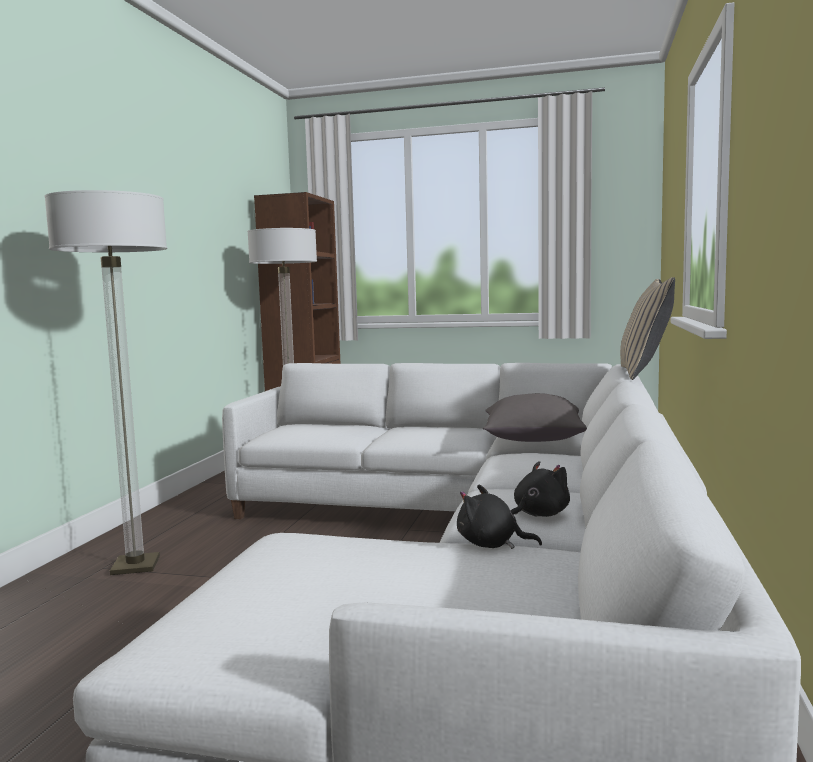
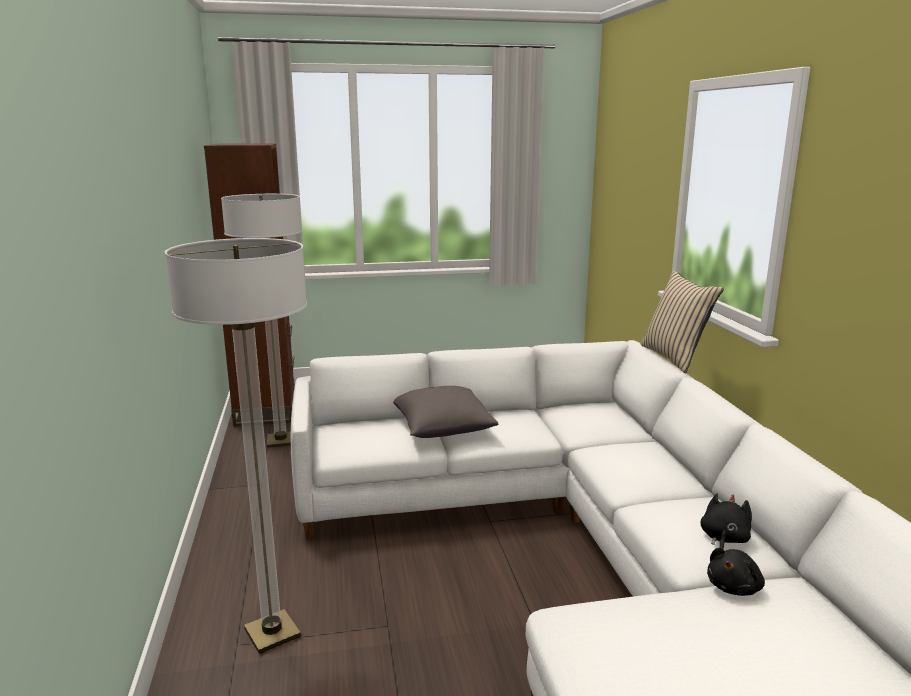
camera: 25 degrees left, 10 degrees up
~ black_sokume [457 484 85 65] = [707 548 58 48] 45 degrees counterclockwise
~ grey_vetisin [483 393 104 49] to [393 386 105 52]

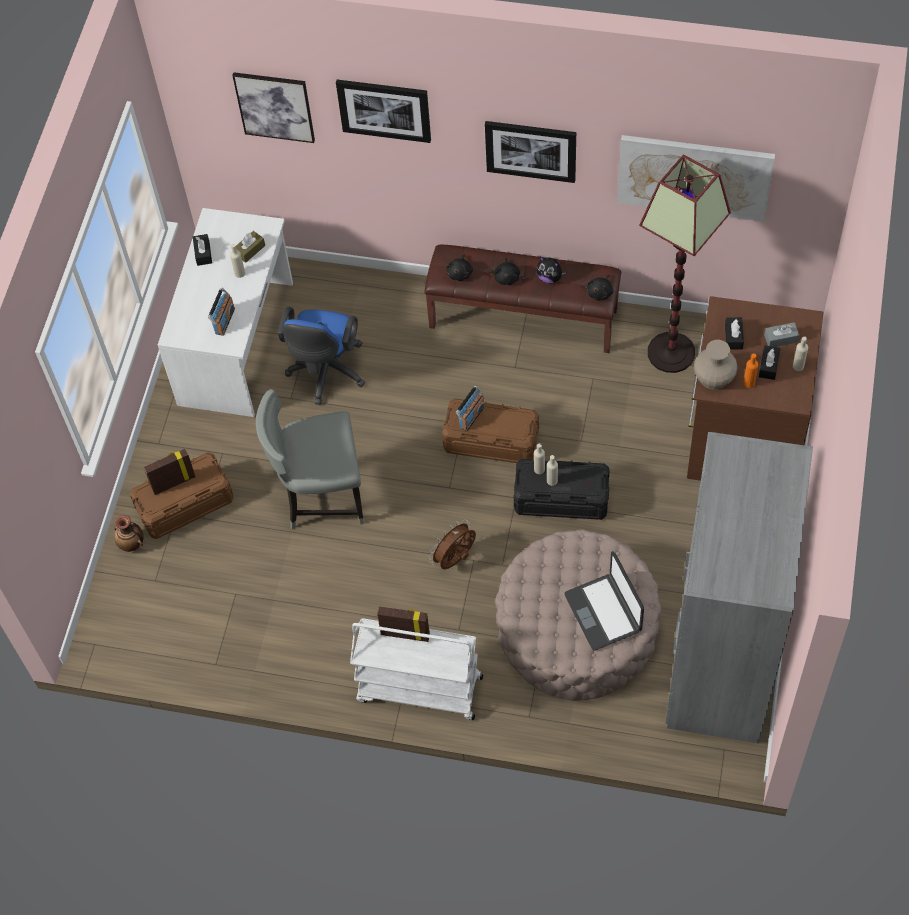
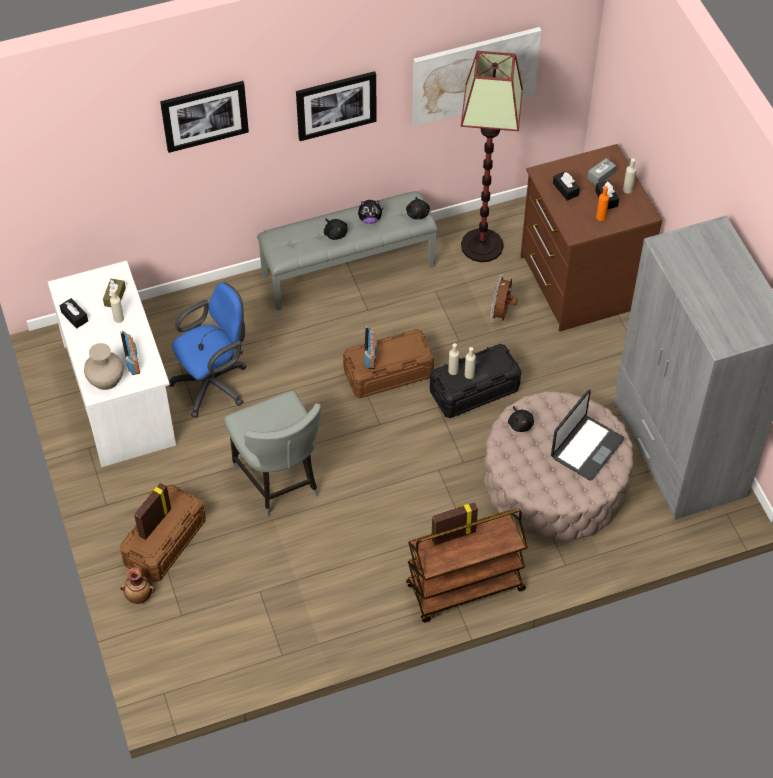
camera: 35 degrees left, 5 degrees down
- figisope [232 72 83 71]
~ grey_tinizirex [256 389 108 140] = [224 390 97 126] 75 degrees counterclockwise
~ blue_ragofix [277 307 88 98] = [168 282 78 136] 105 degrees counterclockwise
~ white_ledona [350 618 133 102] to brown_ledona [406 509 122 113]
~ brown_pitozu [424 245 197 108] to grey_pitozu [257 191 181 120]
~ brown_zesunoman [429 520 47 49] to [490 274 27 48]
~ black_sokume [447 255 26 26] to [508 406 26 26]
~ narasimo [565 551 79 99] = [551 390 73 91] 90 degrees counterclockwise
~ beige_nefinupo [694 340 43 50] to [84 343 40 47]

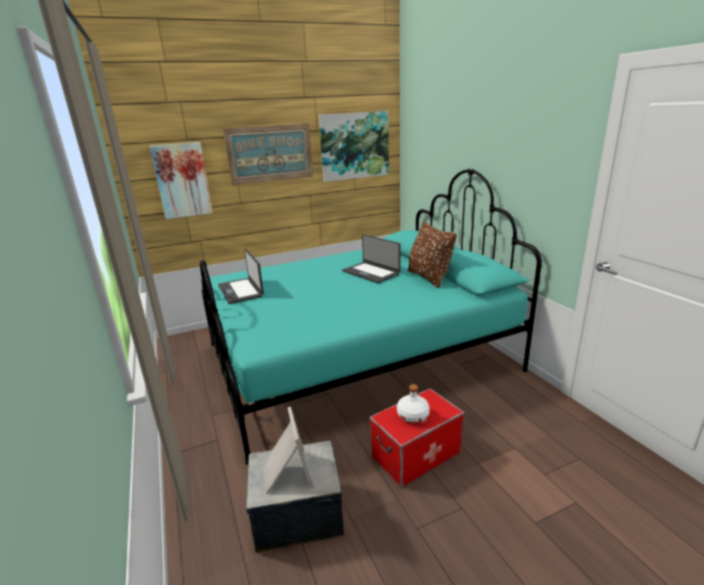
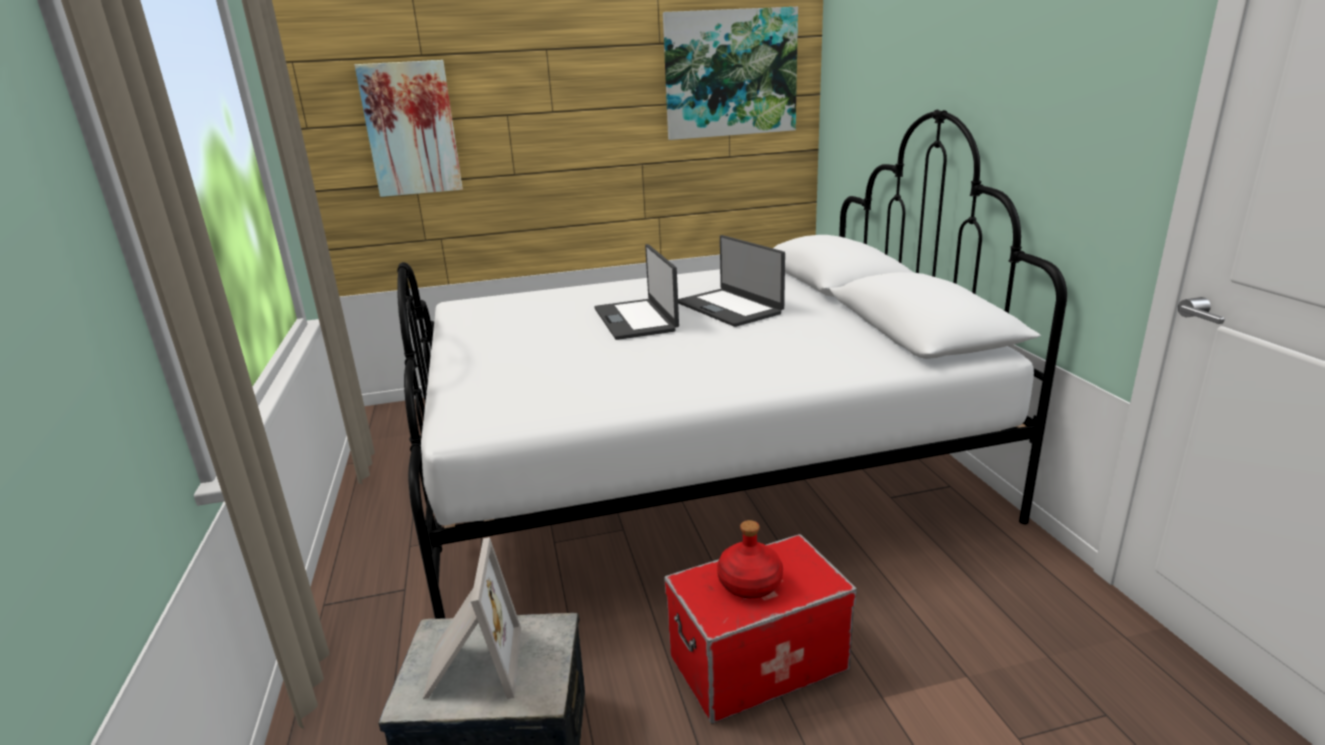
camera: 10 degrees right, 0 degrees up
~ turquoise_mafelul [200 169 342 296] to white_mafelul [397 110 670 509]
~ narasimo [218 249 46 55] to [594 244 85 96]
- figisope [223 123 90 62]
~ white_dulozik [397 384 33 39] to red_dulozik [717 520 66 78]
- brown_vetisin [408 222 49 66]

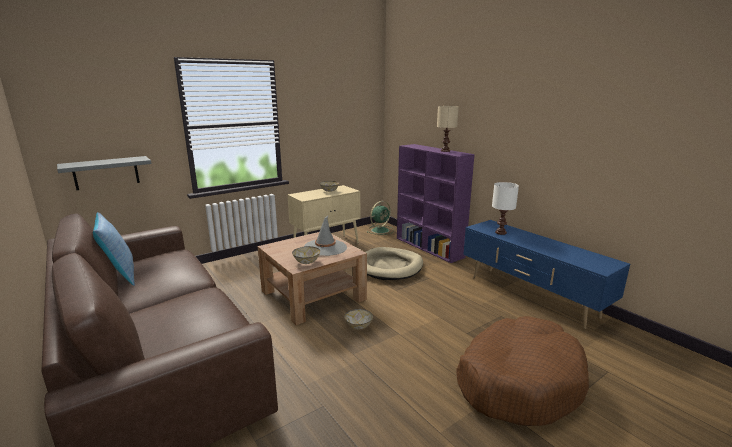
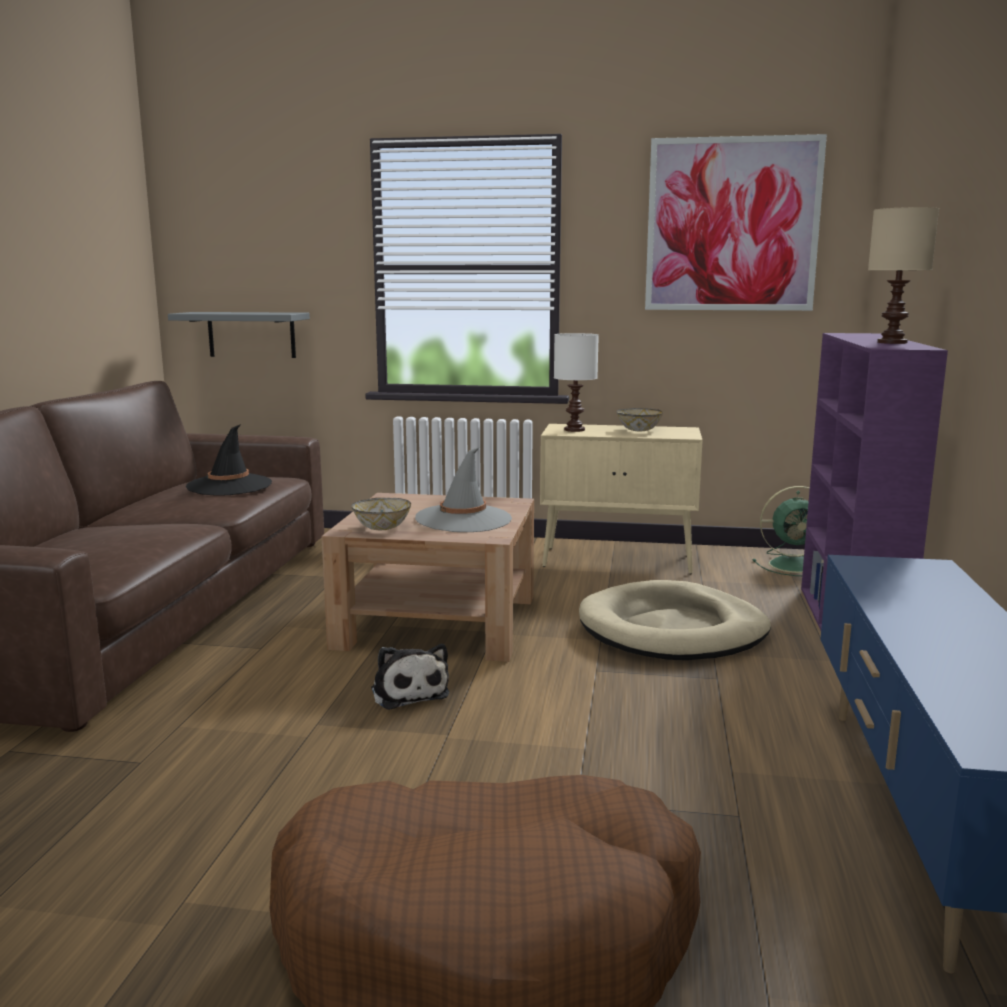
camera: 45 degrees right, 5 degrees down
- vetisin [93 212 42 74]
~ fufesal [344 309 29 20] to sokume [371 644 78 66]
~ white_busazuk [492 182 27 53] to [554 333 45 99]
+ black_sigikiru [186 424 86 71]
+ figisope [645 134 182 177]

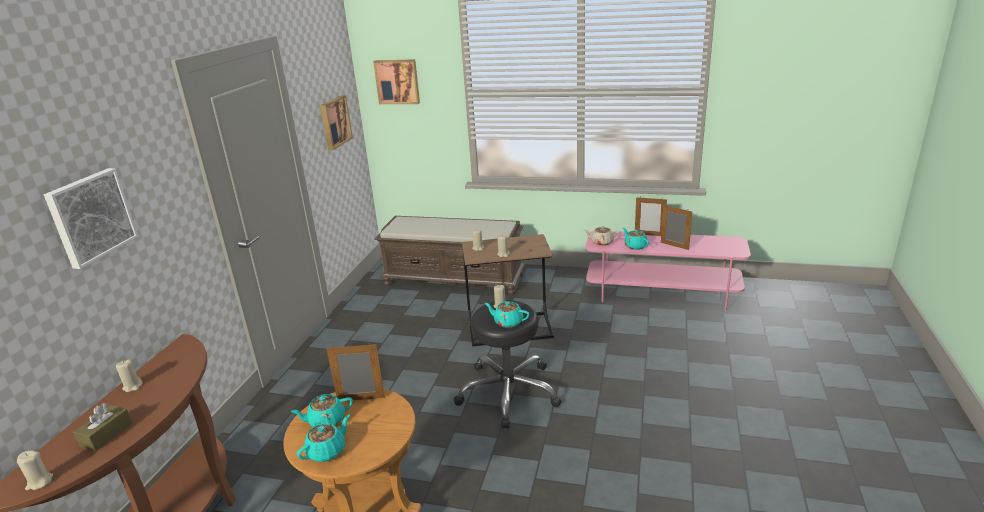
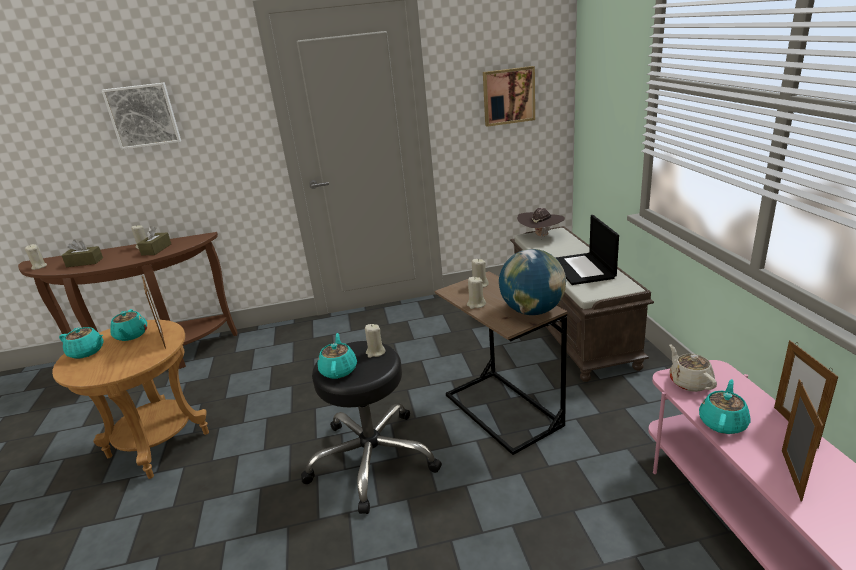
camera: 65 degrees right, 0 degrees up
~ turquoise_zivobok [290 394 63 33] = [110 309 38 32] 150 degrees counterclockwise
- figisope [373 59 47 45]
+ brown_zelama [137 226 34 29]
+ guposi [499 249 67 66]
+ brown_sigikiru [517 208 48 31]
+ narasimo [556 215 63 70]

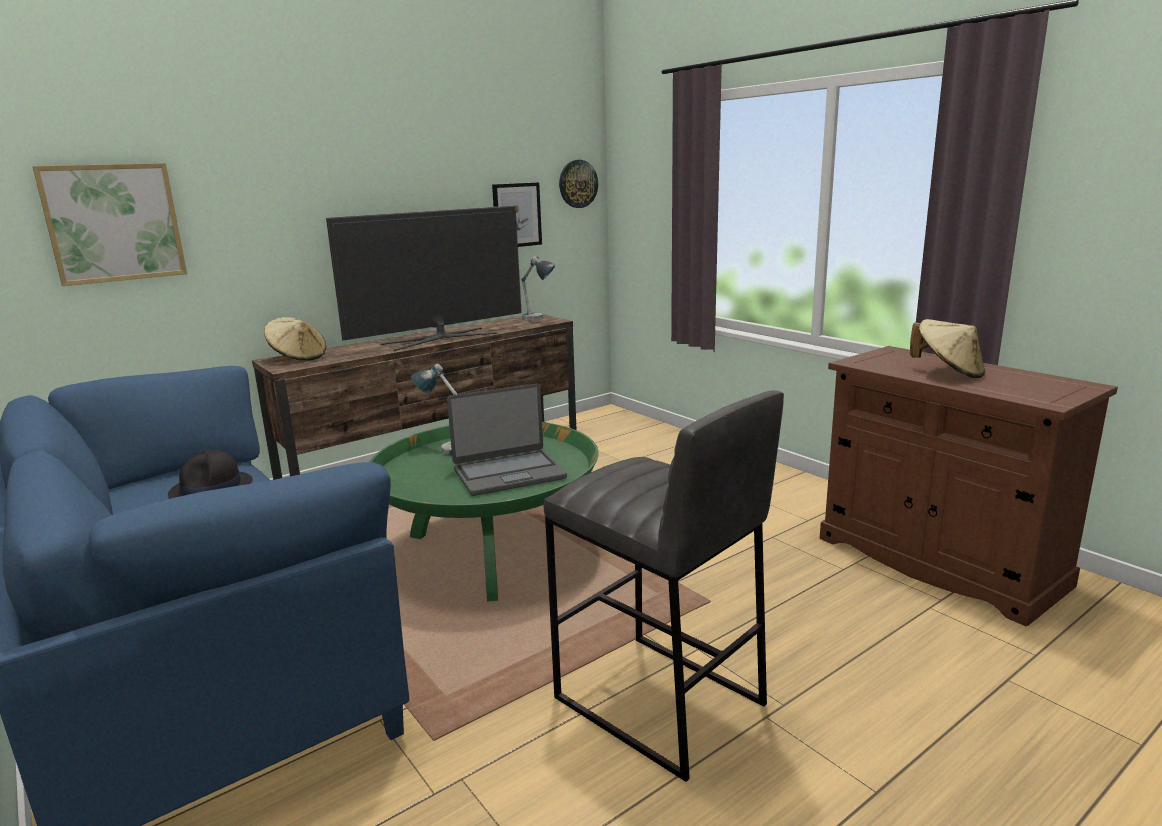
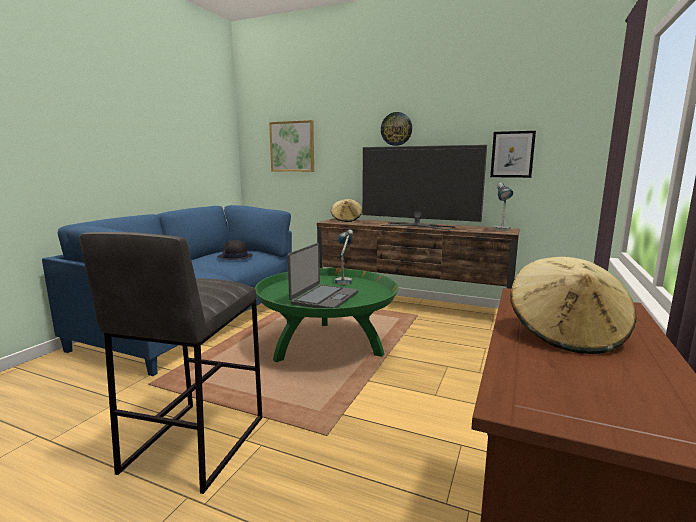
camera: 60 degrees right, 5 degrees down
~ narasimo [447 383 120 113] = [288 243 70 65] 105 degrees counterclockwise
~ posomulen [559 160 39 48] to [381 112 31 34]

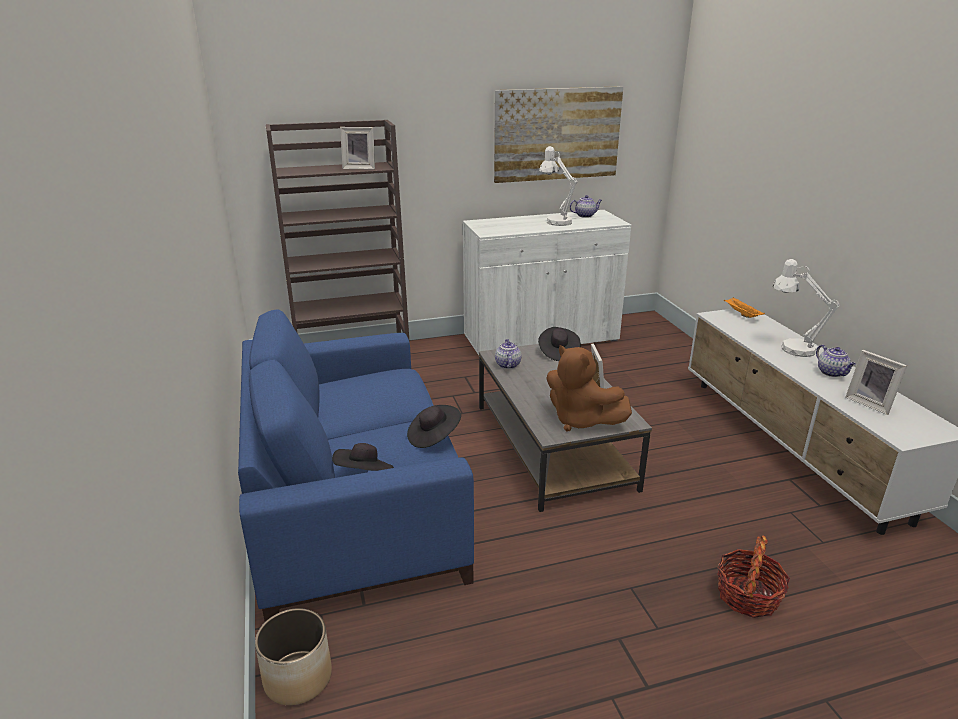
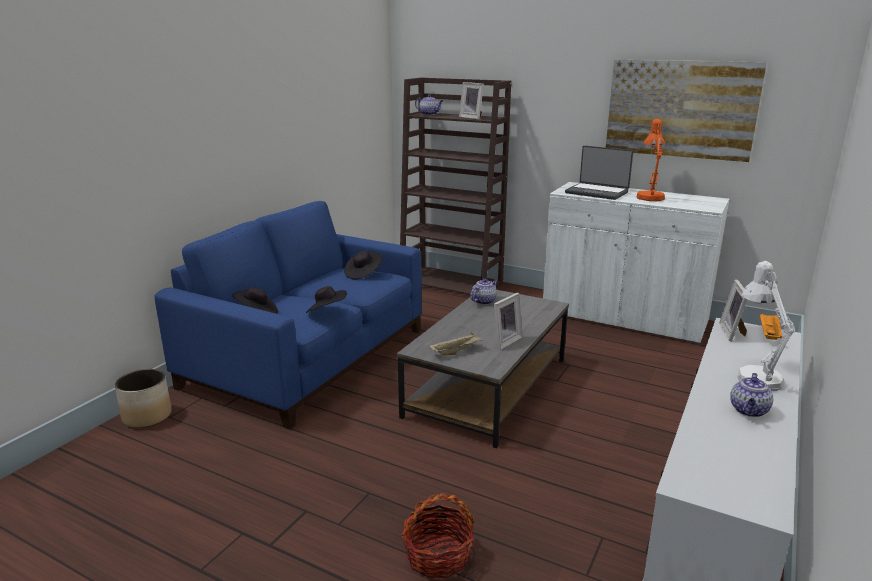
camera: 45 degrees right, 5 degrees down
~ black_sigikiru [538 327 43 34] to [344 251 39 28]
~ white_busazuk [539 146 38 80] to orange_busazuk [637 118 28 83]
~ brown_sokume [546 345 86 86] to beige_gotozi [429 332 55 23]
~ zivobok [569 195 33 23] to [415 94 28 21]
~ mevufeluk [846 350 61 65] to [719 279 28 62]
+ narasimo [565 145 68 55]

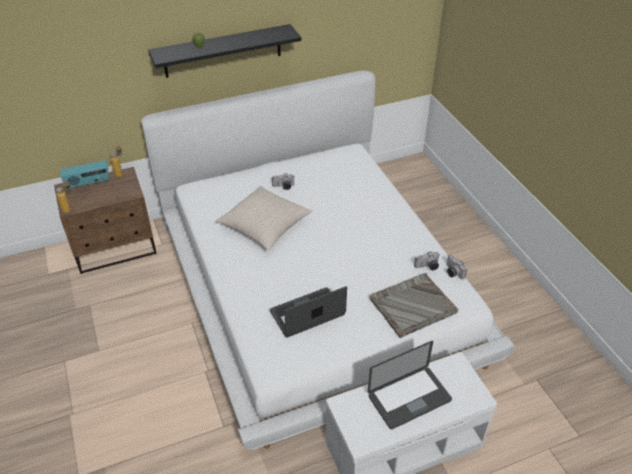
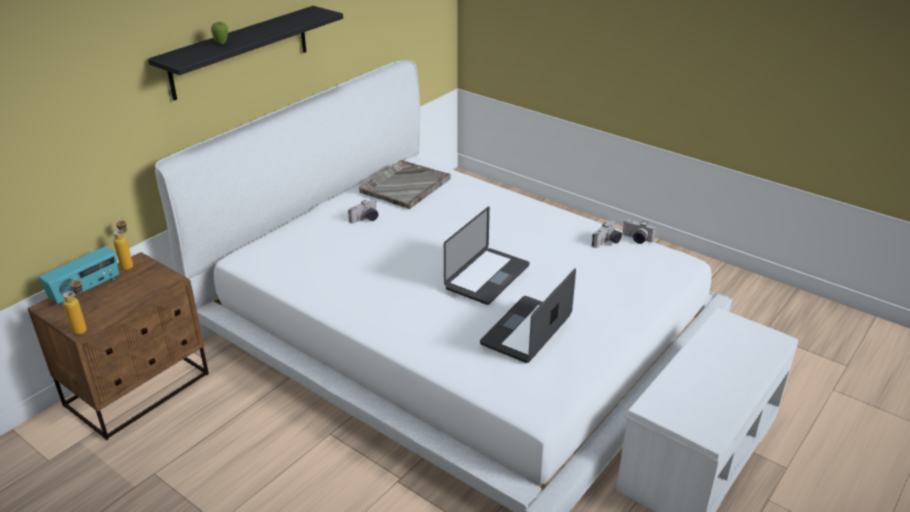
camera: 30 degrees left, 10 degrees down
- beige_vetisin [215 186 97 64]
~ narasimo [367 341 85 88] to [444 207 85 98]
~ grey_gotozi [370 273 88 65] to [359 160 92 49]

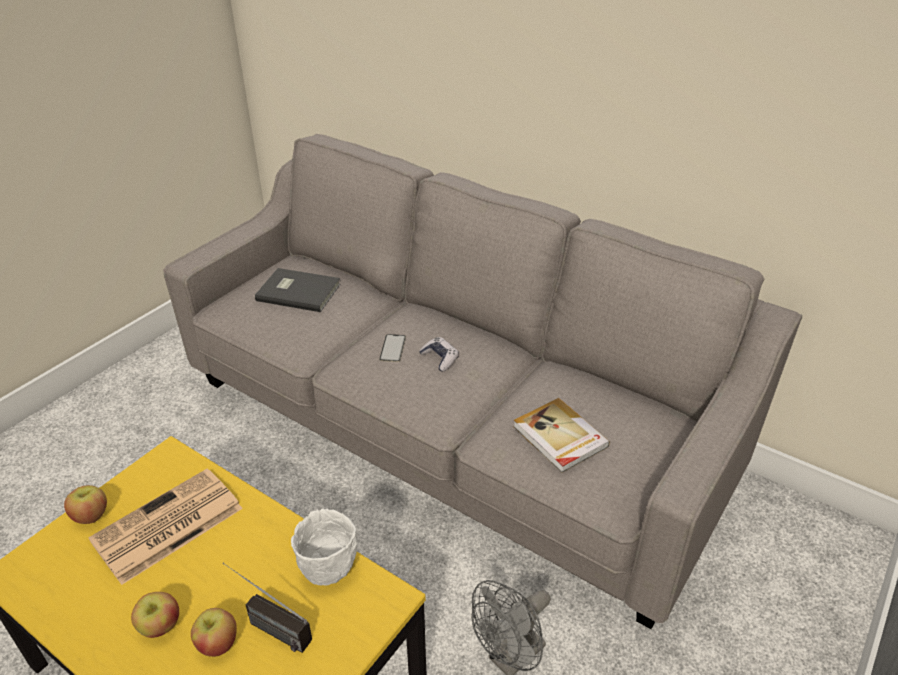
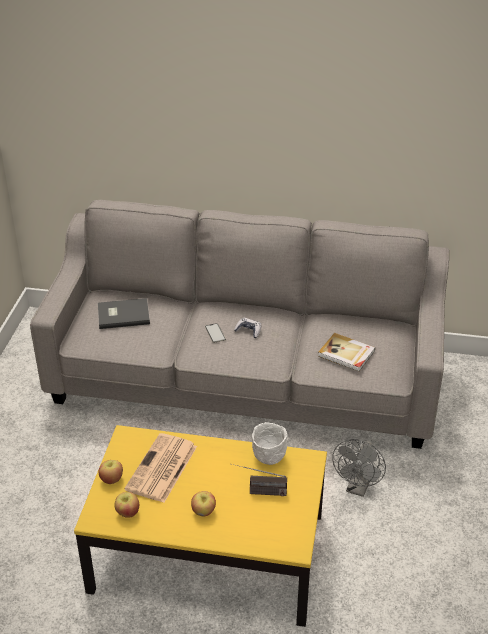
camera: 25 degrees left, 0 degrees up
~ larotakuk [191 608 46 49] to [114 492 25 26]

